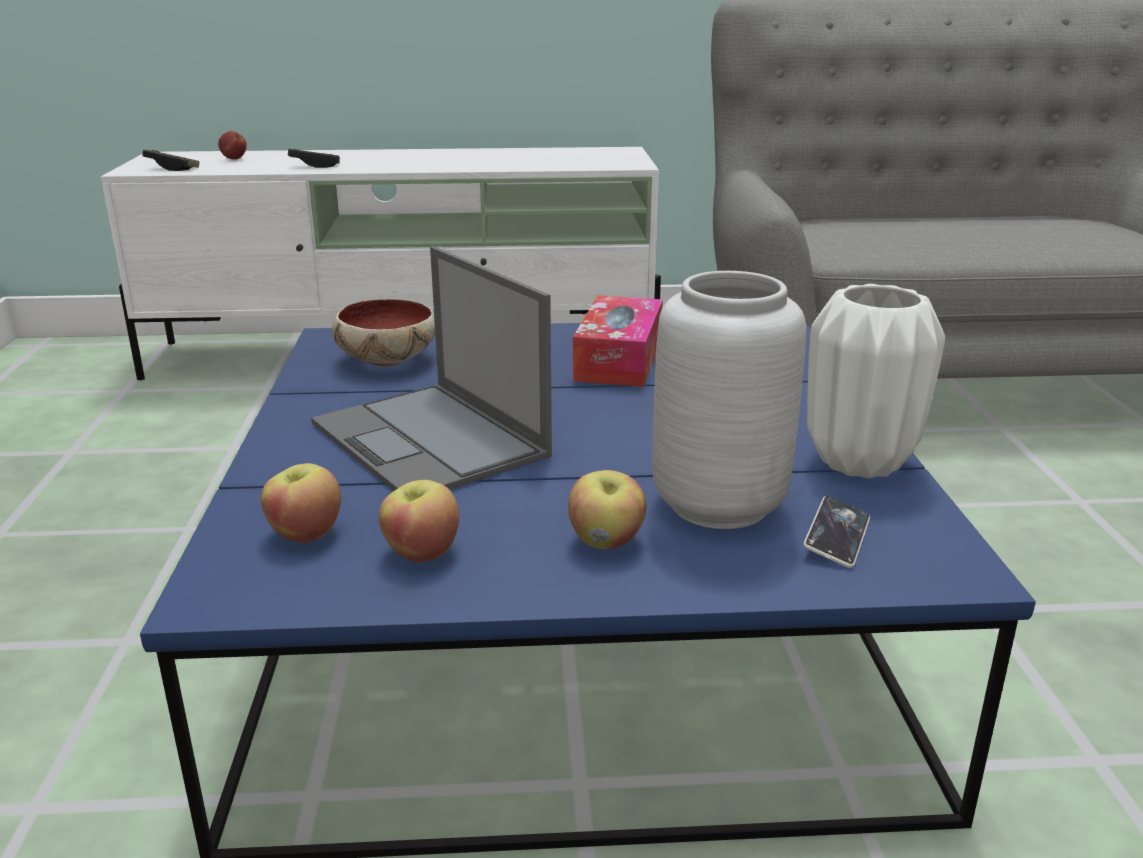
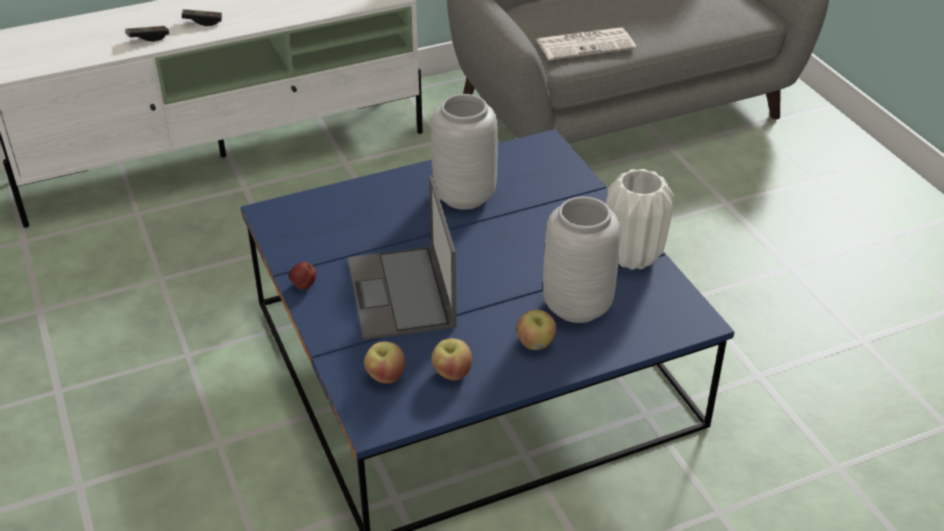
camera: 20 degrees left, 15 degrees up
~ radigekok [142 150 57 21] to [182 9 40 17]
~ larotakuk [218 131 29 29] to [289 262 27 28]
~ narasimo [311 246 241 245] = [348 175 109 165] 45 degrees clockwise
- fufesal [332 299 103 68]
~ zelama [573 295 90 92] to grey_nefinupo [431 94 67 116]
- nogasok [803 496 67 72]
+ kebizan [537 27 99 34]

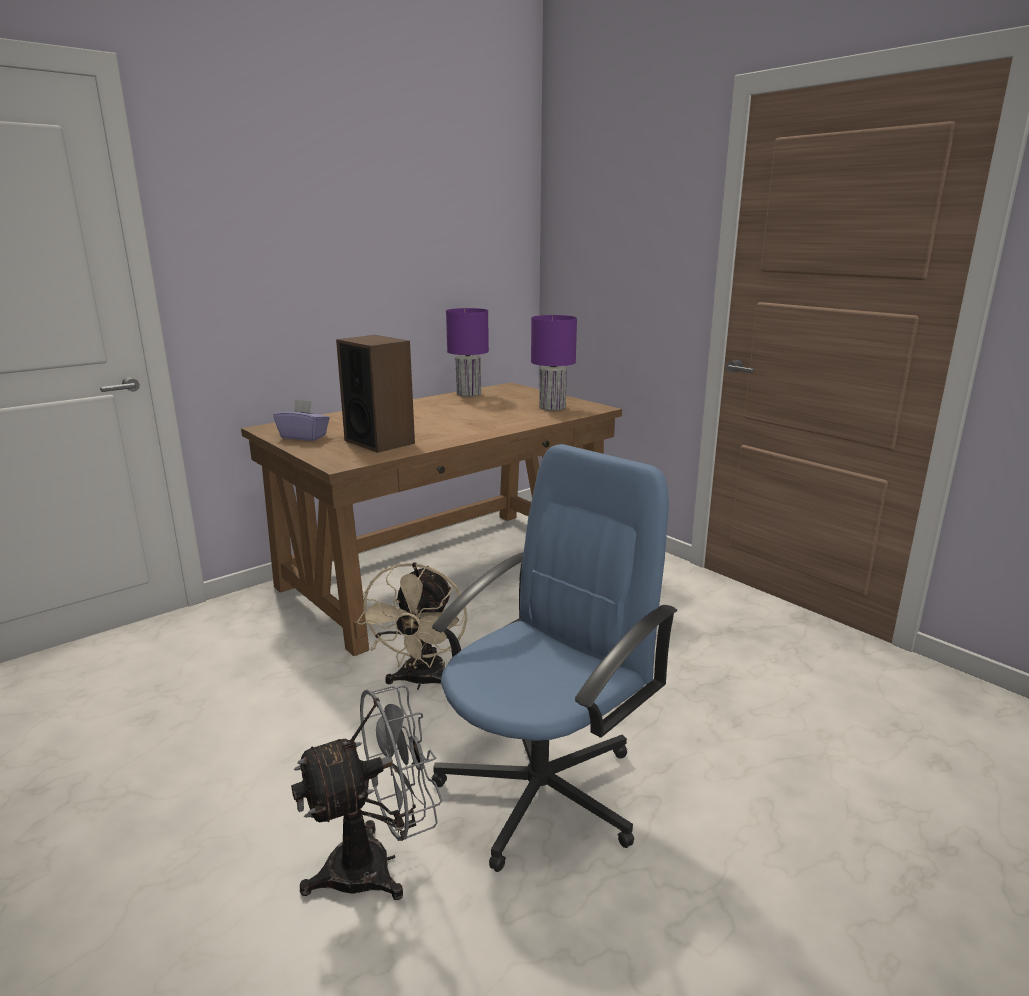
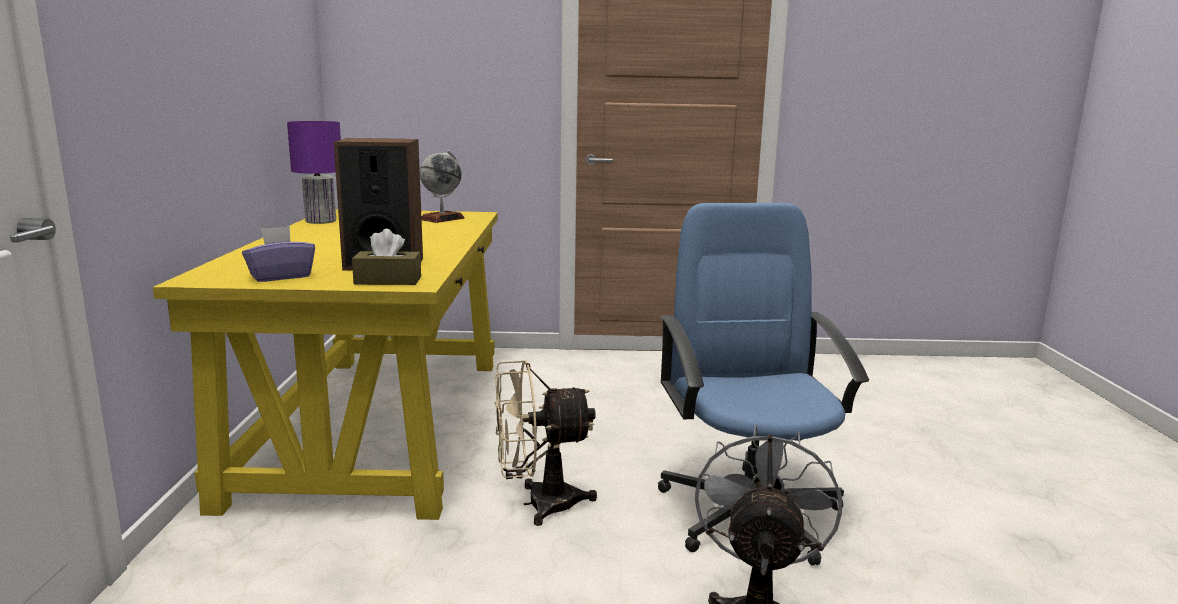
camera: 50 degrees left, 5 degrees down
~ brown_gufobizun [241 382 381 274] to yellow_gufobizun [153 209 345 311]
~ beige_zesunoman [357 562 110 128] = [494 360 103 166] 120 degrees clockwise
~ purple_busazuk [531 315 46 96] to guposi [420 150 45 73]
+ brown_zelama [352 229 69 56]

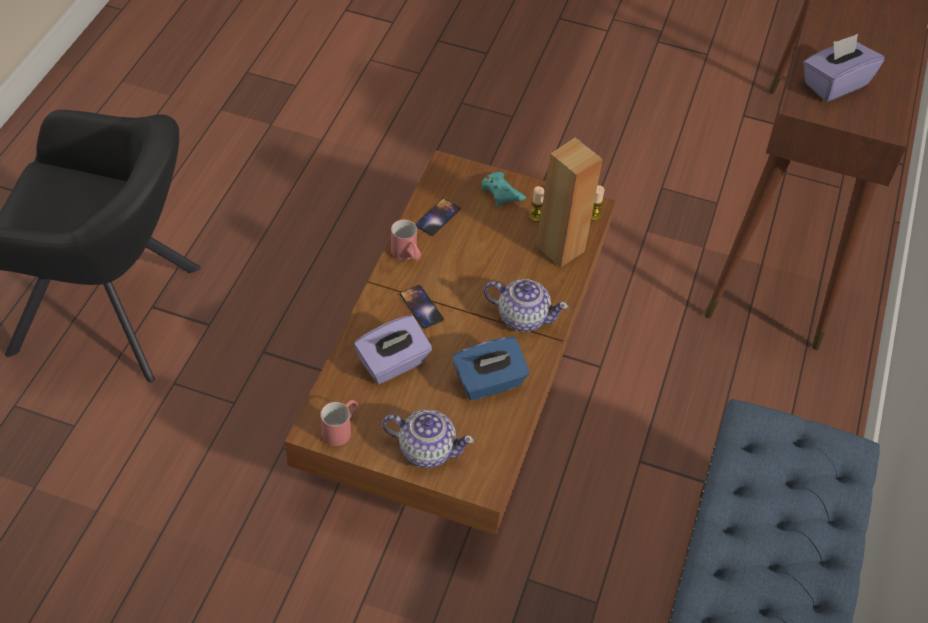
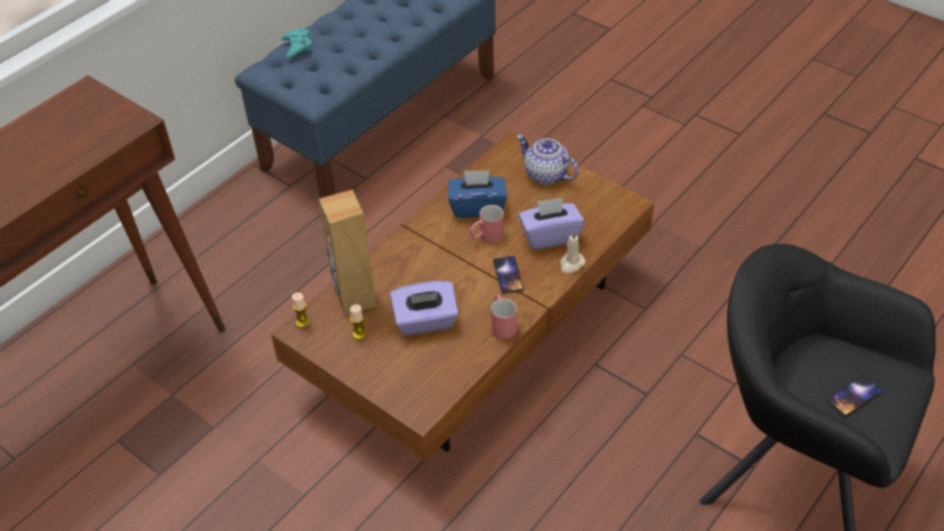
camera: 155 degrees left, 5 degrees down
~ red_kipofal [321 400 37 46] to [469 205 35 38]
~ nogasok [415 198 46 38] to [826 375 57 42]
~ turquoise_radigekok [481 172 45 34] to [281 28 32 31]
- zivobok [484 279 85 53]
~ purple_zelama [803 34 81 68] to [390 281 69 54]
+ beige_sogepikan [560 231 26 42]

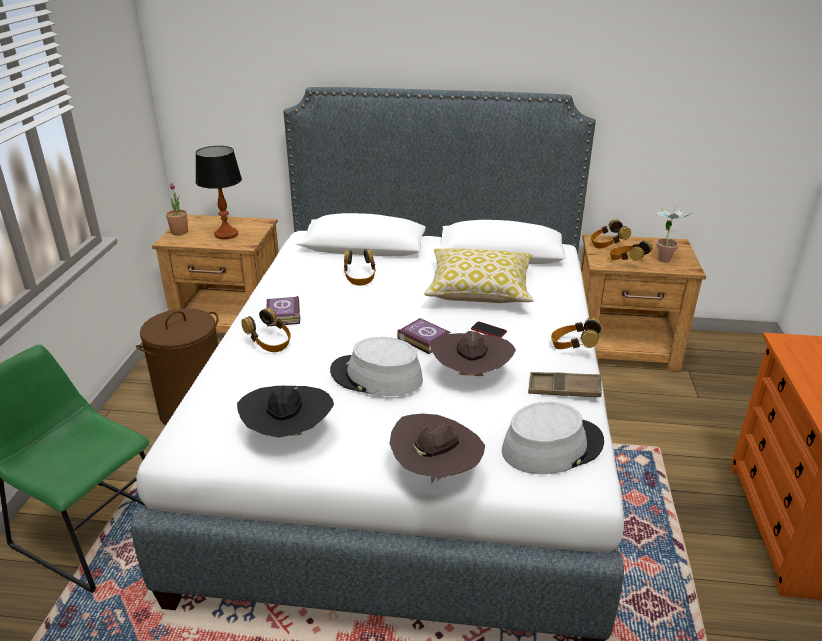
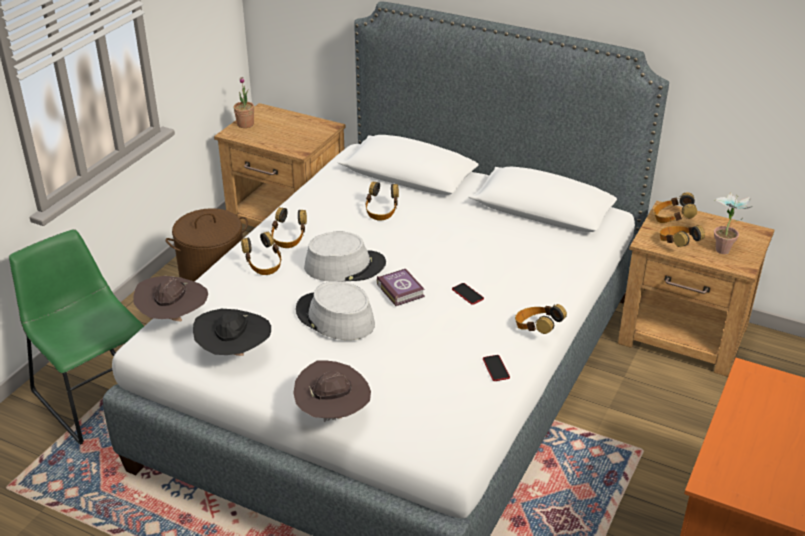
camera: 20 degrees right, 5 degrees up
- busazuk [196 146 46 93]
~ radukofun [267 296 33 30] to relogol [271 207 36 41]
- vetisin [424 248 110 55]
~ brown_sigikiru [430 331 86 45] to [134 276 74 45]
~ grey_sigikiru [502 402 102 72] to [304 232 82 50]
~ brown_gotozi [528 372 74 25] to nogasok [483 355 27 26]

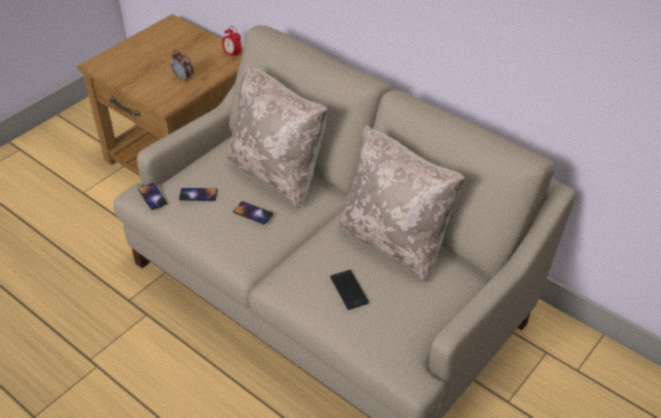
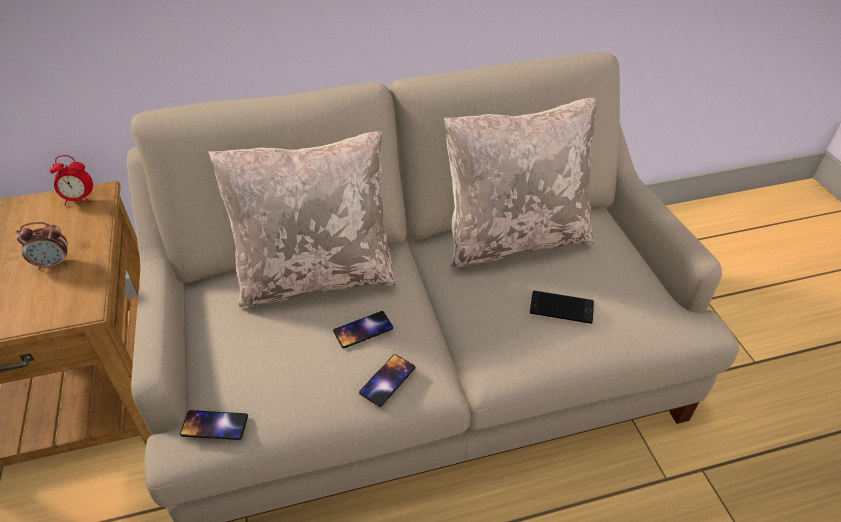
camera: 55 degrees left, 0 degrees up
~ nogasok [179 188 38 13] to [359 354 57 53]

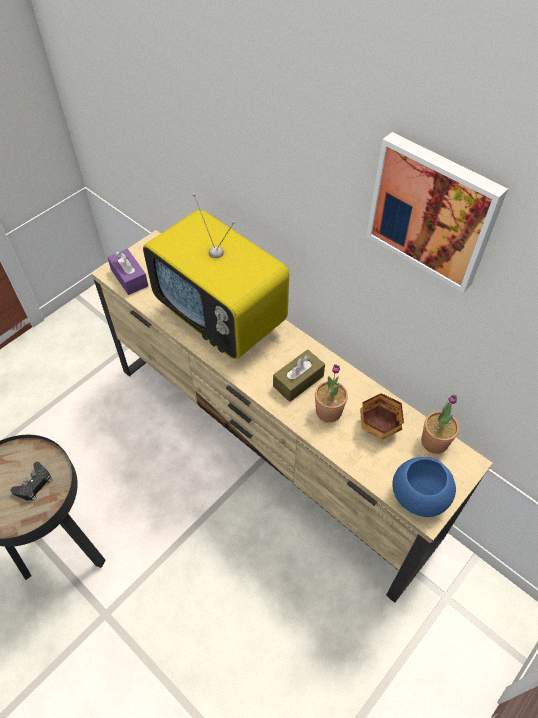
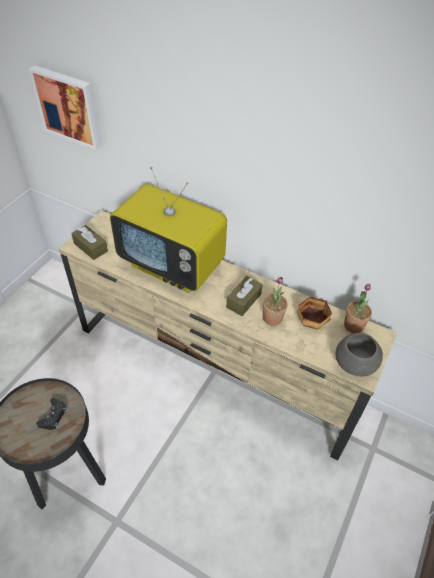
camera: 15 degrees left, 5 degrees down
~ purple_zelama [107 249 41 46] to brown_zelama [71 225 37 35]
~ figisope [366 132 142 161] to [29 65 72 85]
~ blue_fufesal [392 457 64 60] to grey_fufesal [335 333 48 43]

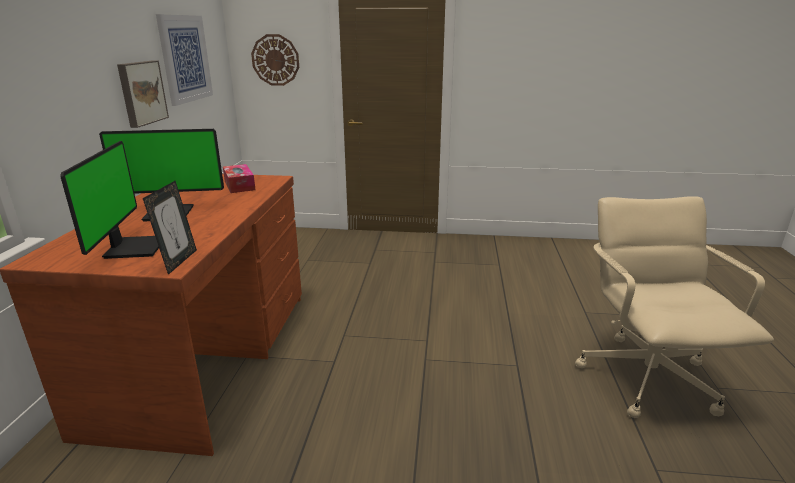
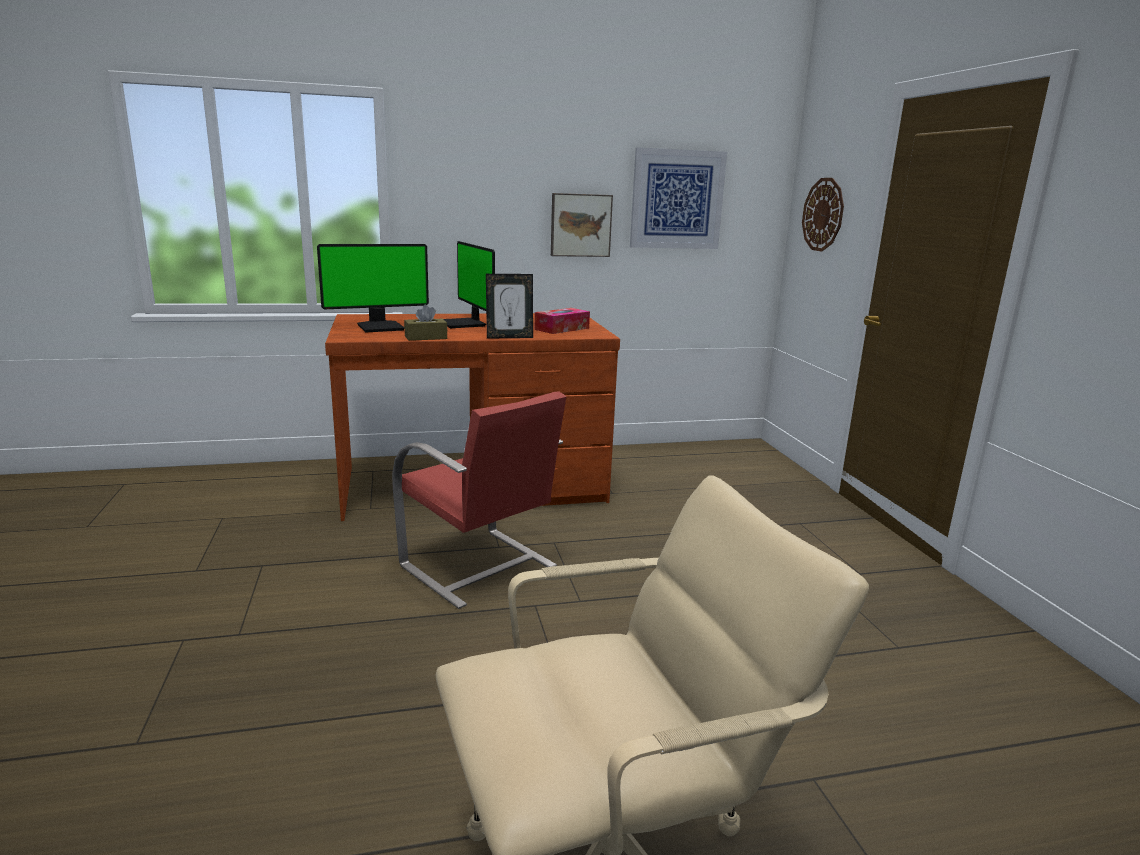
camera: 70 degrees right, 5 degrees down
~ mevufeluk [143 181 54 94] to [486 274 47 65]
+ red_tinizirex [392 391 174 218]
+ brown_zelama [404 305 43 36]

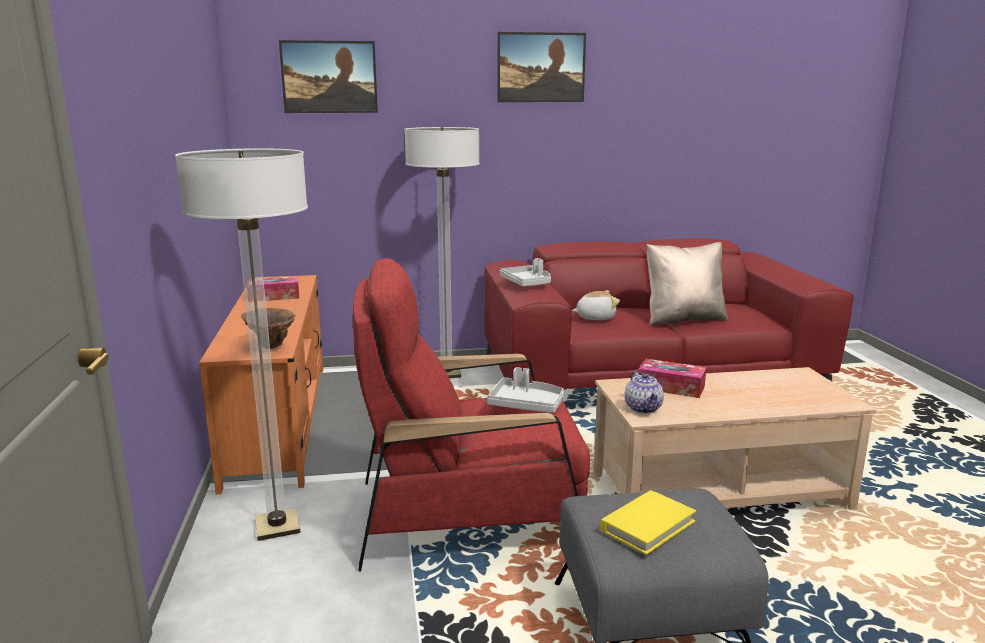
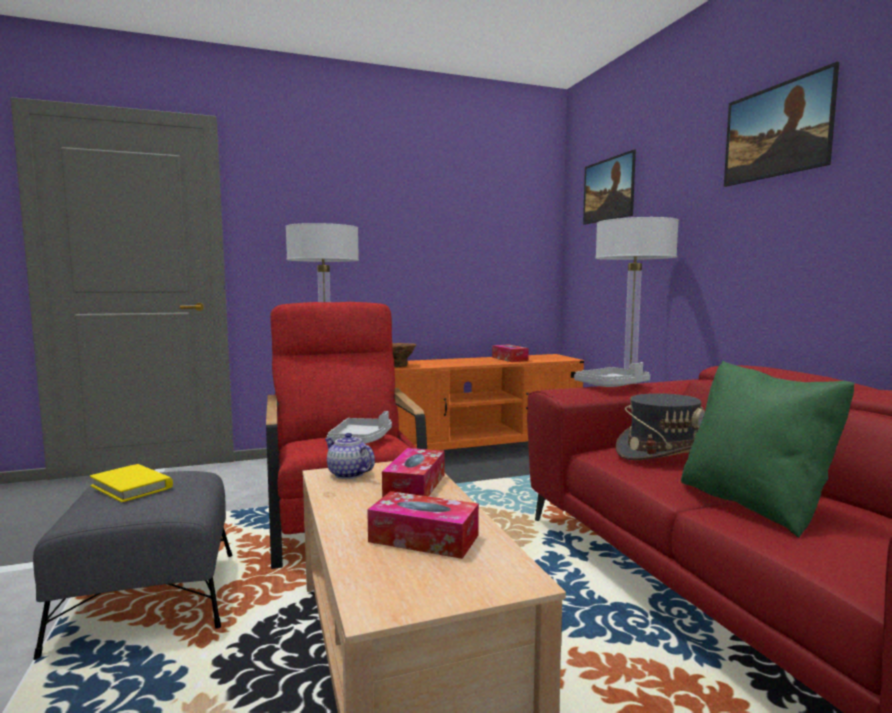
camera: 80 degrees right, 10 degrees down
~ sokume [572 290 48 30] to grey_sigikiru [615 393 90 67]
~ zivobok [624 371 40 42] = [325 433 50 46] 60 degrees clockwise
~ beige_vetisin [647 242 81 83] to green_vetisin [681 361 174 177]
+ zelama [367 491 112 68]

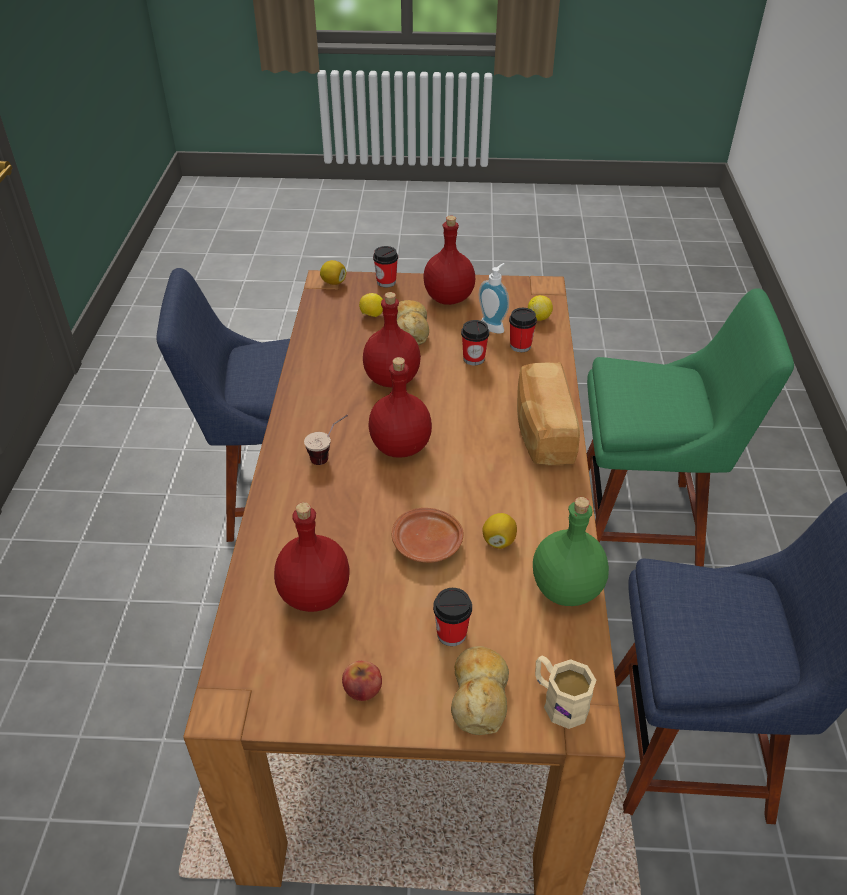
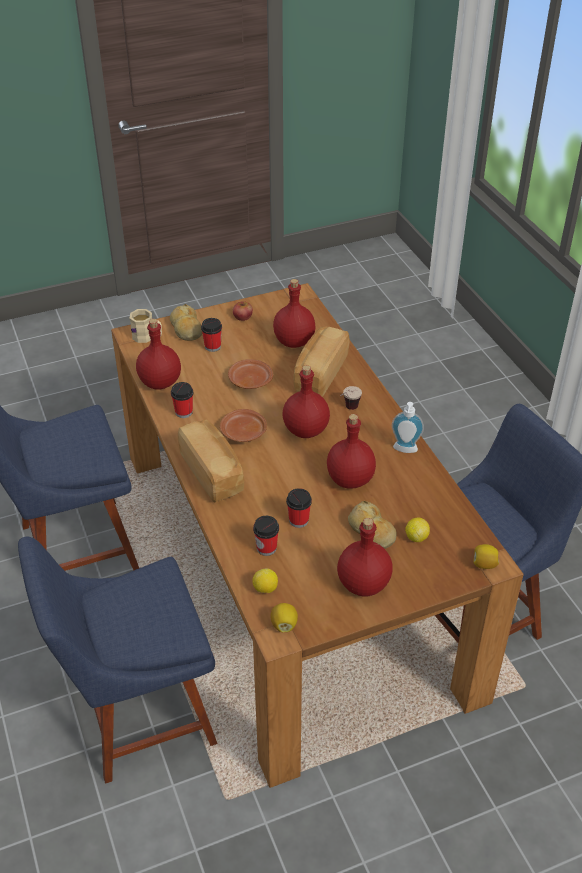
camera: 155 degrees right, 0 degrees up
~ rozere [373 246 25 41] to [171 382 23 36]
~ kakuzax [479 263 30 71] to [392 402 32 51]
~ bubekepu [483 513 34 36] to [270 603 28 29]
~ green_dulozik [533 497 76 109] to red_dulozik [136 319 45 71]
~ green_tinizirex [587 288 207 279] to blue_tinizirex [18 537 200 247]
+ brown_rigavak [220 409 47 33]
+ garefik [294 327 56 70]

